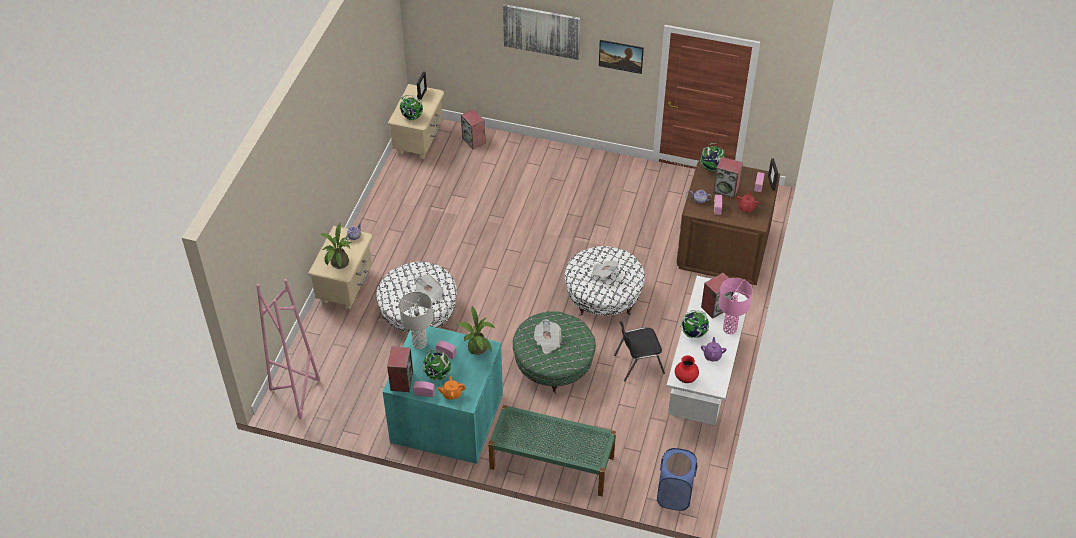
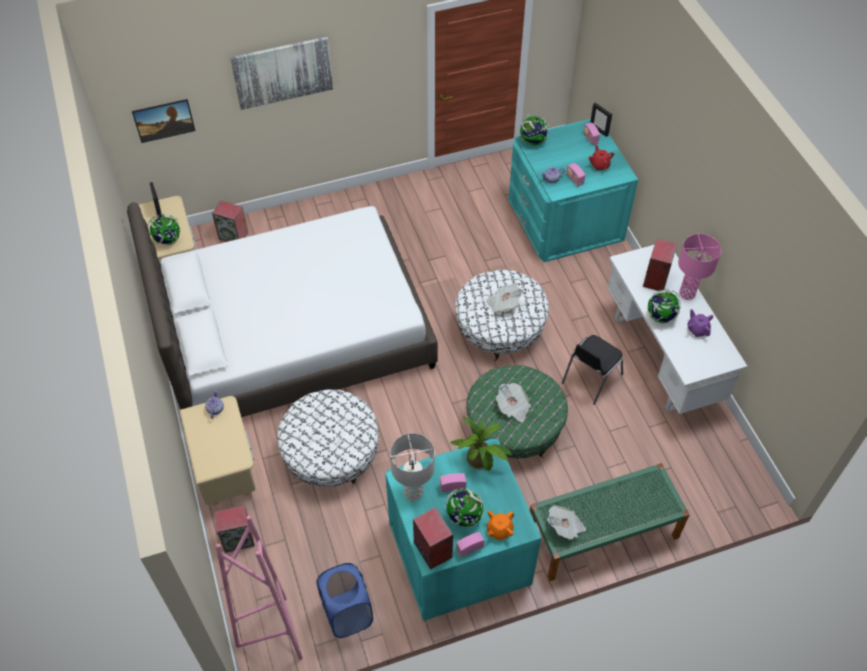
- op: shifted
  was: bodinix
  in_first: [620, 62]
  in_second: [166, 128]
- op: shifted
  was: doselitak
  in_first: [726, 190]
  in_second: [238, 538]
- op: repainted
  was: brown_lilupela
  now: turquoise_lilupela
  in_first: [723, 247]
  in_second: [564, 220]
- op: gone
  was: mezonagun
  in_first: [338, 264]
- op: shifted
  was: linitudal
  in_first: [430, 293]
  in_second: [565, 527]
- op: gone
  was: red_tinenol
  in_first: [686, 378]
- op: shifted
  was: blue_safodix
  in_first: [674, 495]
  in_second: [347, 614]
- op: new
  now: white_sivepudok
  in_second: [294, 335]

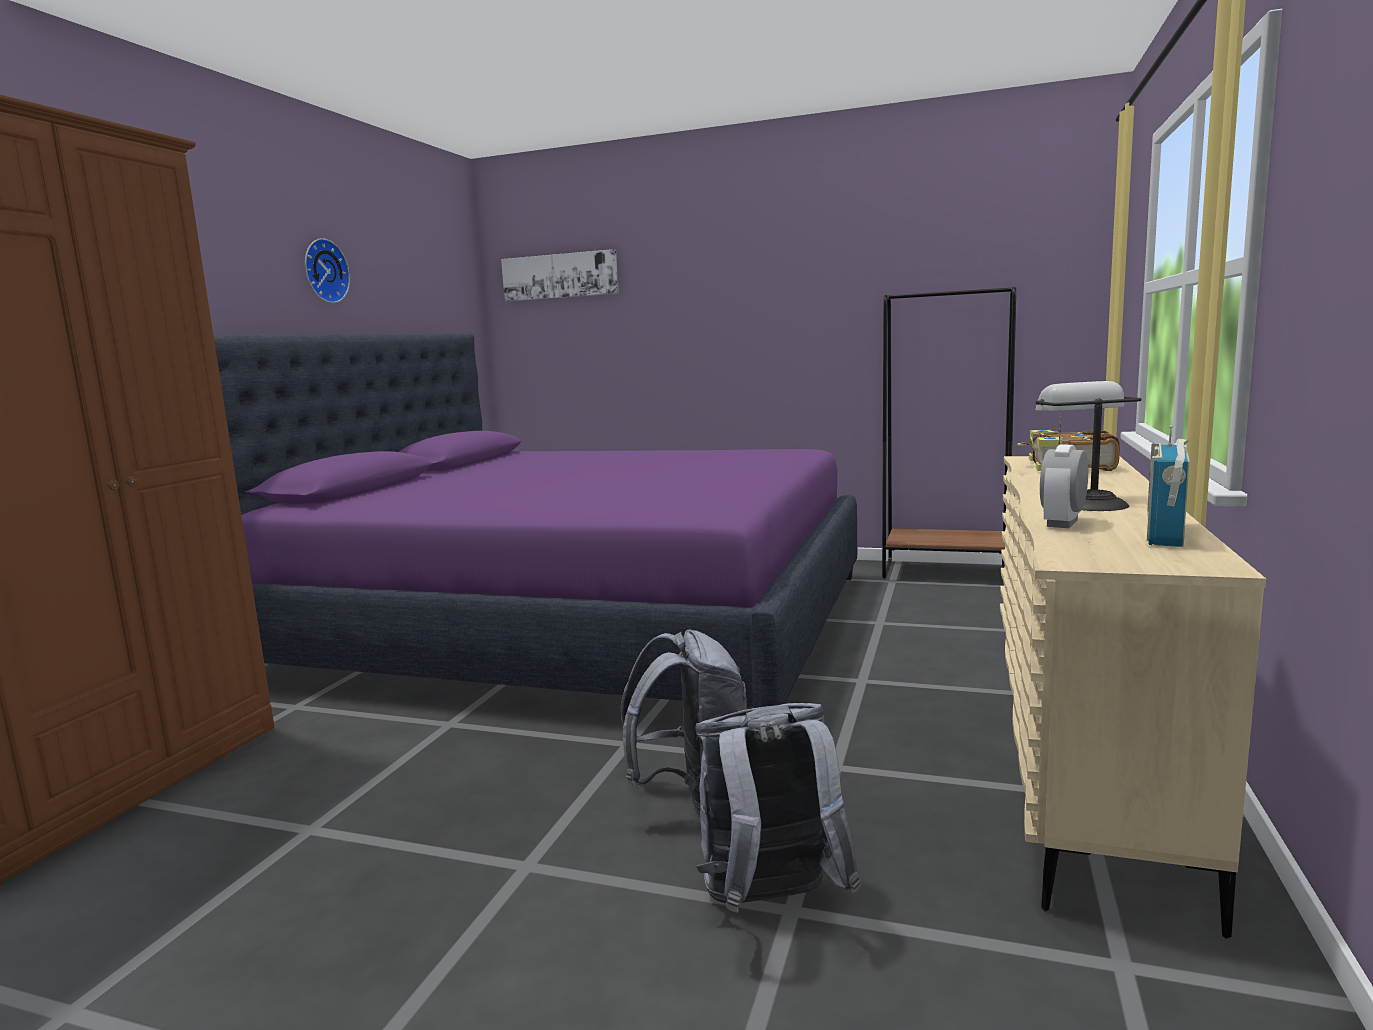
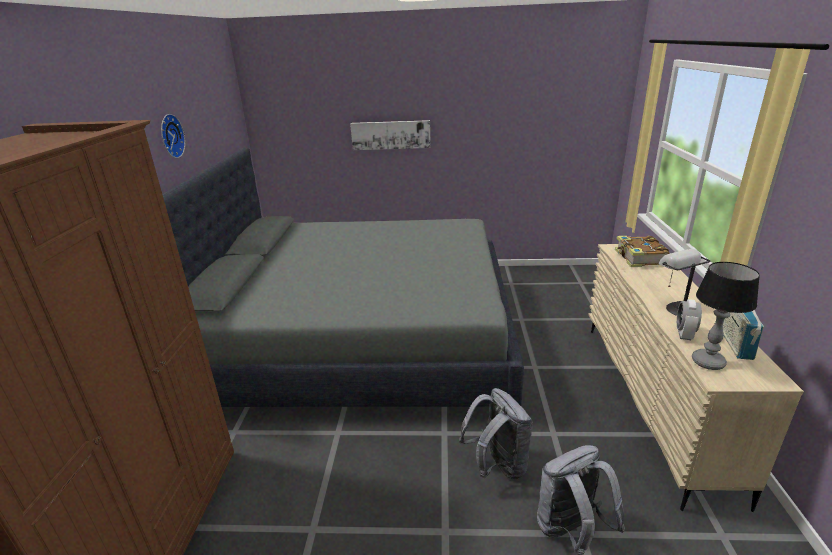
- op: shifted
  was: bodinix
  in_first: [560, 276]
  in_second: [391, 135]
- op: gone
  was: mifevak
  in_first: [945, 573]
- op: repainted
  was: purple_sivepudok
  now: grey_sivepudok
  in_first: [580, 623]
  in_second: [361, 336]
- op: new
  now: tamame
  in_second: [708, 362]

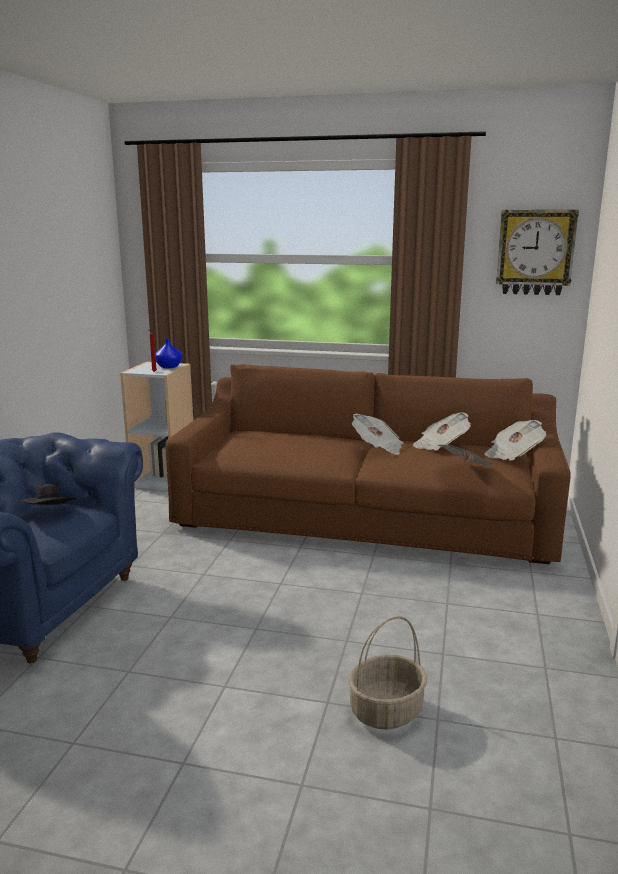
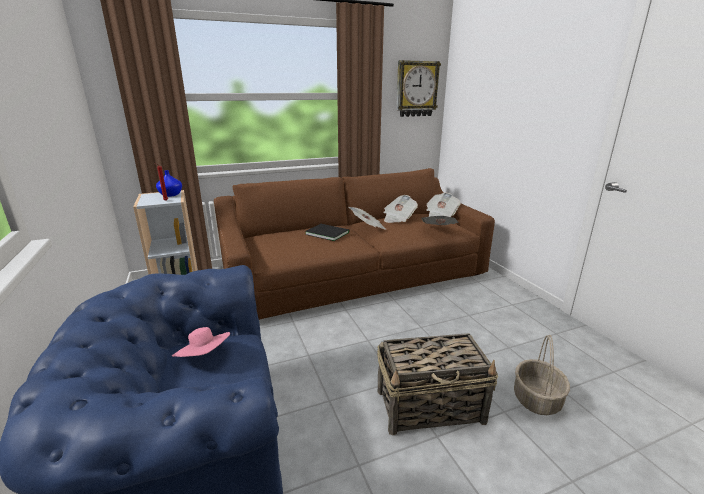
- op: repainted
  was: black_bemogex
  now: pink_bemogex
  in_first: [49, 514]
  in_second: [205, 357]
- op: new
  now: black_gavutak
  in_second: [327, 233]
- op: new
  now: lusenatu
  in_second: [431, 406]

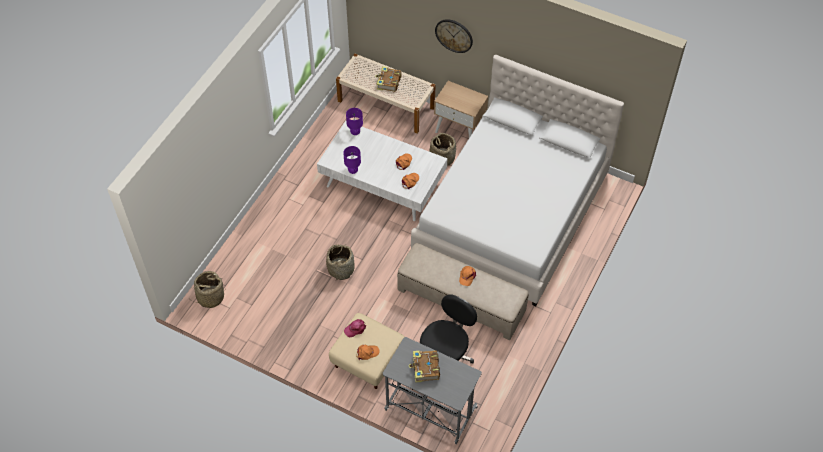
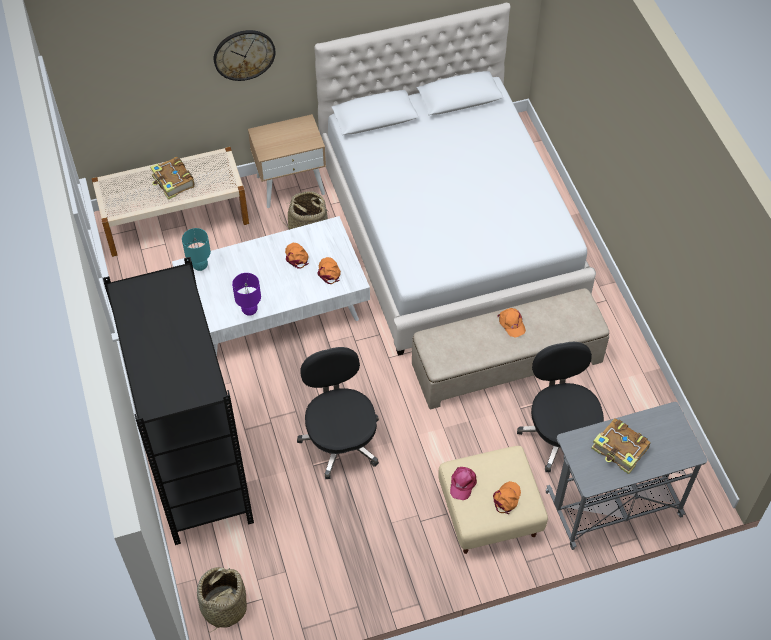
- op: repainted
  was: purple_tamame
  now: turquoise_tamame
  in_first: [355, 132]
  in_second: [199, 266]
- op: swapped
  was: lusenatu
  now: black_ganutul
  in_first: [341, 269]
  in_second: [340, 439]
- op: new
  now: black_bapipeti
  in_second: [197, 468]

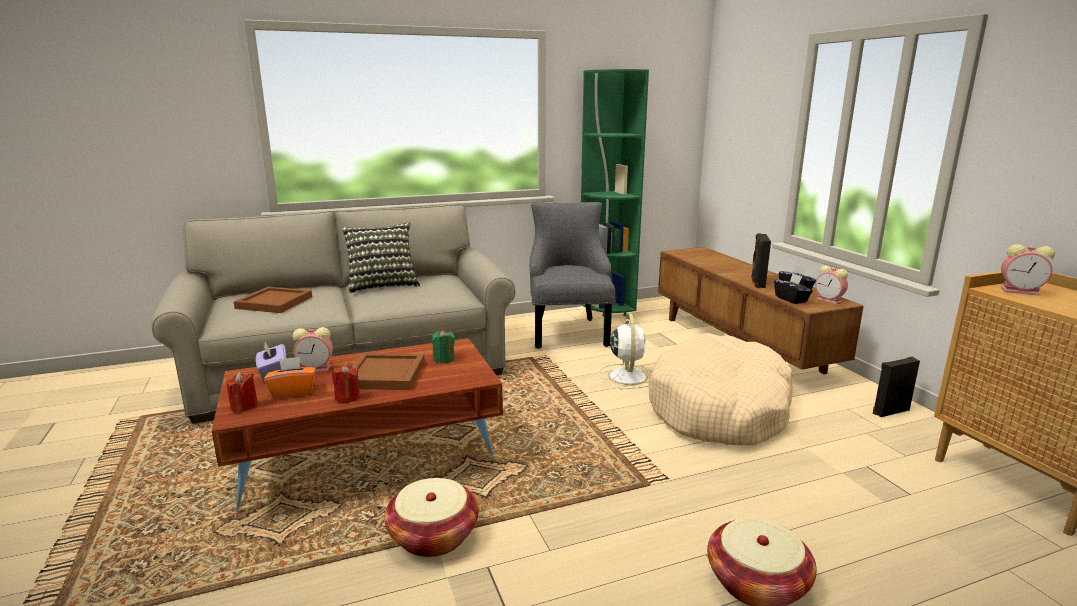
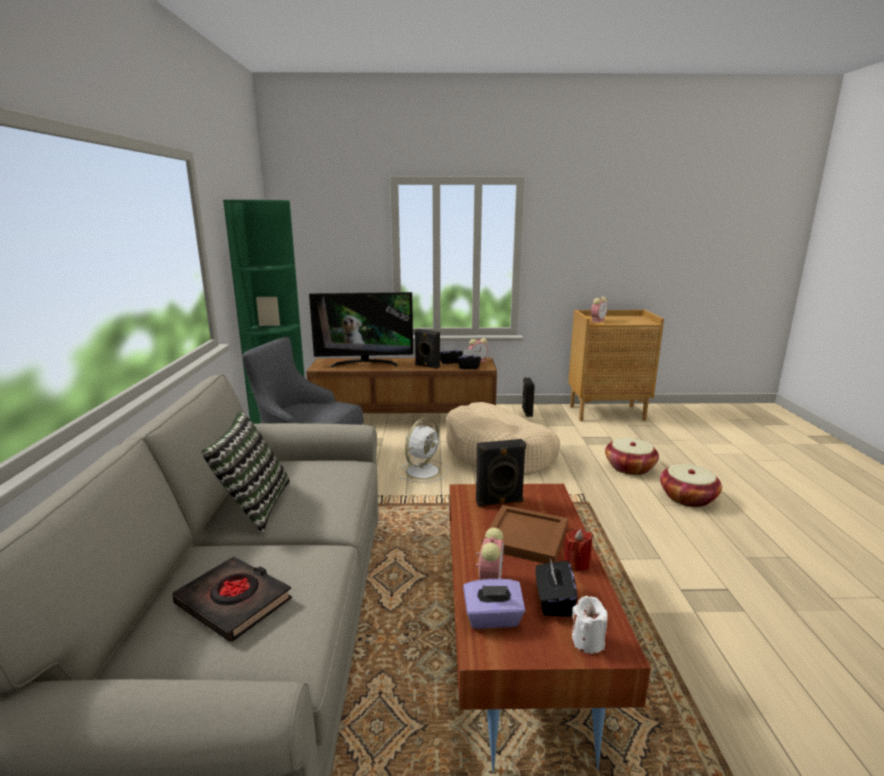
- op: swapped
  was: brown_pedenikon
  now: black_gavutak
  in_first: [275, 302]
  in_second: [234, 602]
- op: rotated
  was: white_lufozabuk
  in_first: [627, 376]
  in_second: [423, 470]
  clockwise: 105
- op: swapped
  was: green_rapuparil
  now: black_doselitak
  in_first: [443, 359]
  in_second: [499, 502]
- op: repainted
  was: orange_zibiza
  now: black_zibiza
  in_first: [293, 392]
  in_second: [553, 601]
- op: repainted
  was: red_rapuparil
  now: white_rapuparil
  in_first: [244, 406]
  in_second: [587, 641]
- op: shifted
  was: lusenatu
  in_first: [433, 536]
  in_second: [629, 467]
- op: new
  now: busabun
  in_second: [364, 363]

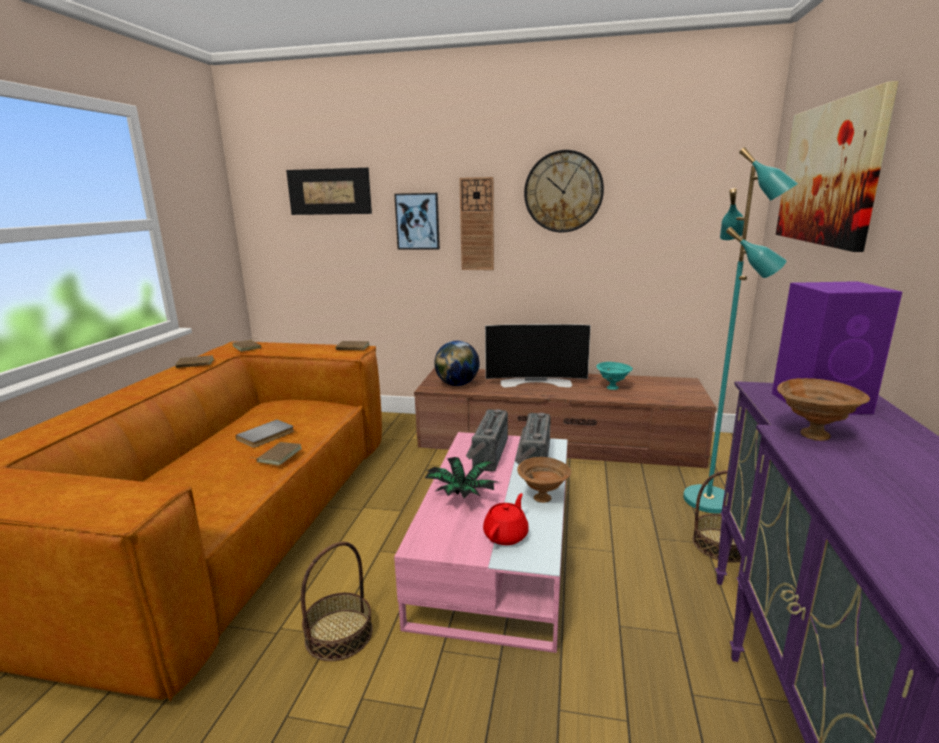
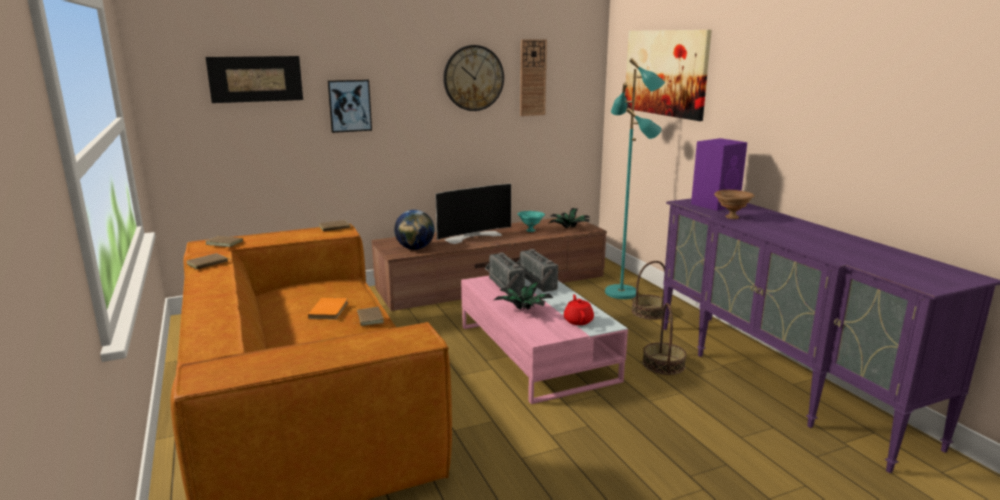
- op: shifted
  was: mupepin
  in_first: [477, 224]
  in_second: [532, 78]
- op: repainted
  was: grey_gavutak
  now: orange_gavutak
  in_first: [267, 436]
  in_second: [330, 310]
- op: gone
  was: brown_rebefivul
  in_first: [543, 498]
- op: shifted
  was: lusenatu
  in_first: [339, 634]
  in_second: [663, 364]
- op: new
  now: mezonagun
  in_second: [570, 229]

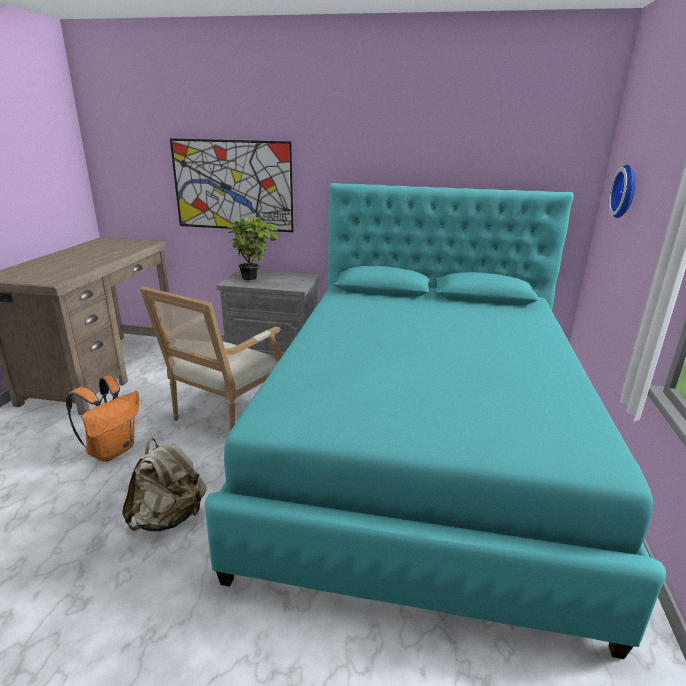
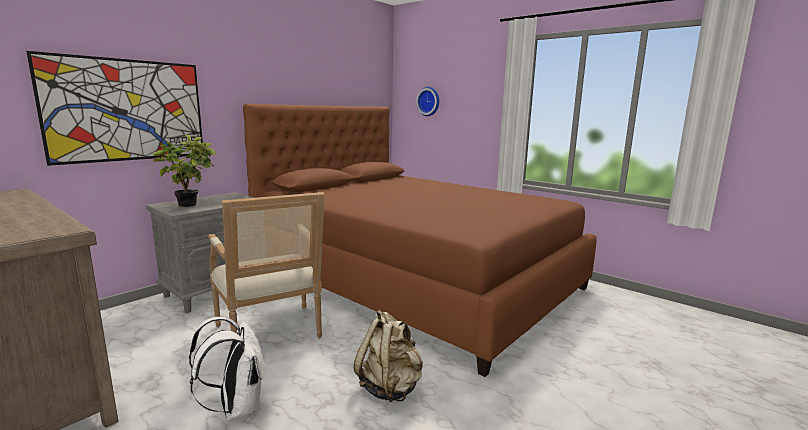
- op: repainted
  was: turquoise_sivepudok
  now: brown_sivepudok
  in_first: [423, 449]
  in_second: [414, 278]
- op: repainted
  was: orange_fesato
  now: white_fesato
  in_first: [112, 450]
  in_second: [236, 407]

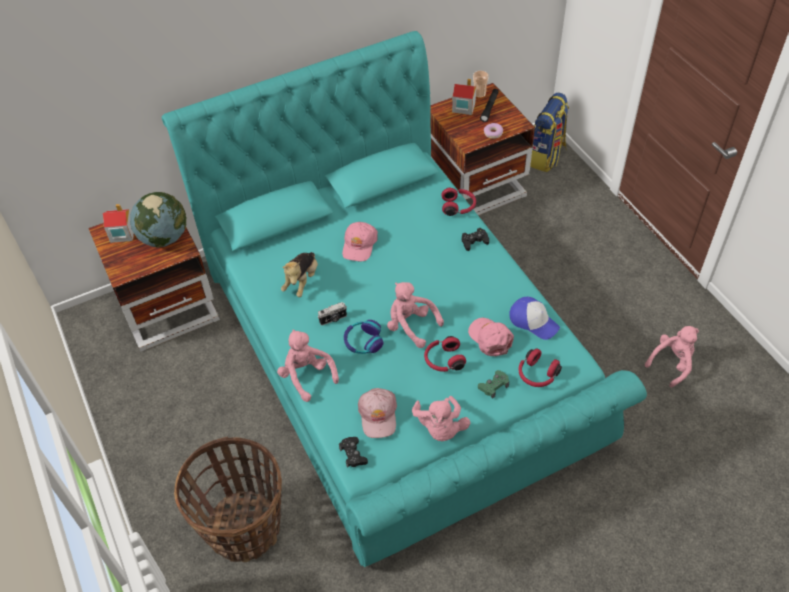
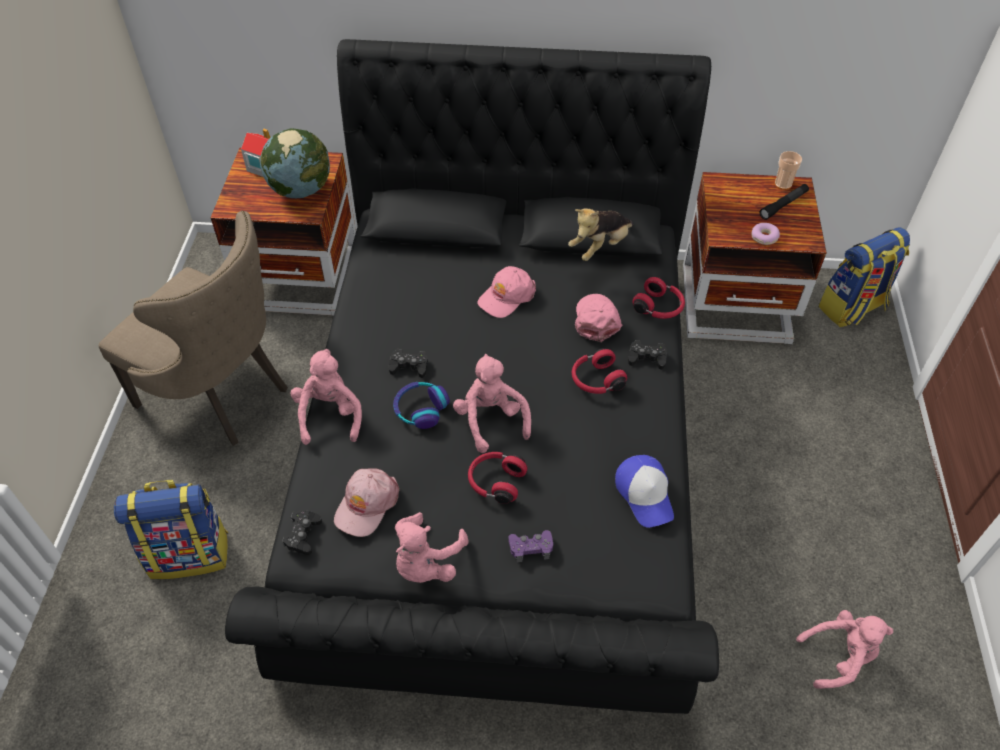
- op: repainted
  was: turquoise_sivepudok
  now: black_sivepudok
  in_first: [396, 349]
  in_second: [499, 445]
- op: gone
  was: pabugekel
  in_first: [463, 107]
- op: shifted
  was: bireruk
  in_first: [302, 281]
  in_second: [600, 247]
- op: swapped
  was: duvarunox
  now: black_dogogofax
  in_first: [333, 319]
  in_second: [409, 366]
- op: shifted
  was: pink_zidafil
  in_first: [490, 338]
  in_second: [596, 320]
- op: shifted
  was: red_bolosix
  in_first: [537, 375]
  in_second: [596, 380]
- op: repainted
  was: green_dogogofax
  now: purple_dogogofax
  in_first: [493, 386]
  in_second: [531, 548]
- op: swapped
  was: lusenatu
  now: fesato
  in_first: [244, 527]
  in_second: [190, 553]
- op: new
  now: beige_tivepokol
  in_second: [220, 394]

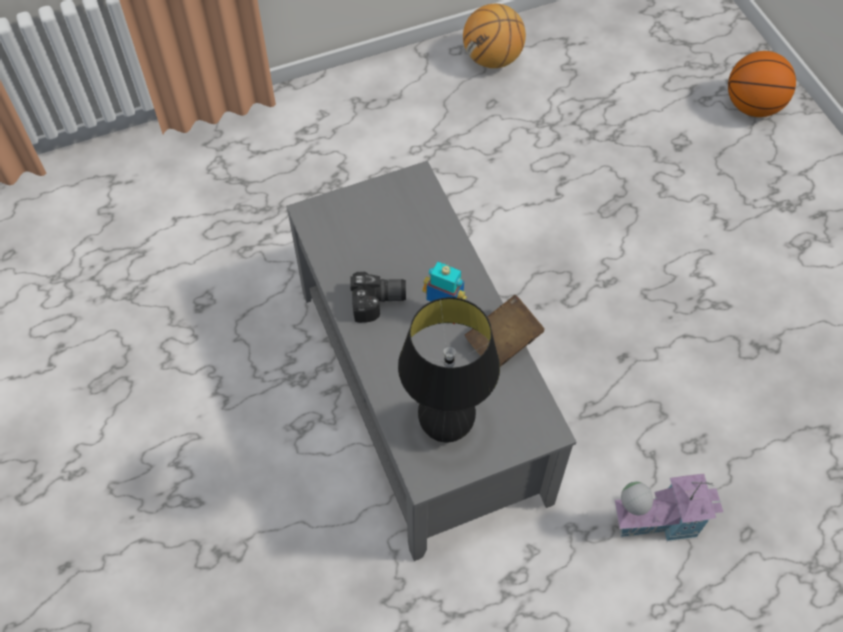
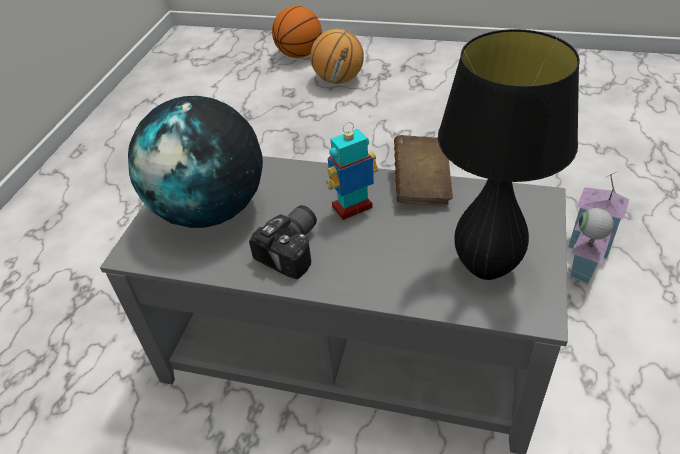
- op: shifted
  was: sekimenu
  in_first: [492, 59]
  in_second: [339, 80]
- op: new
  now: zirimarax
  in_second: [211, 210]

